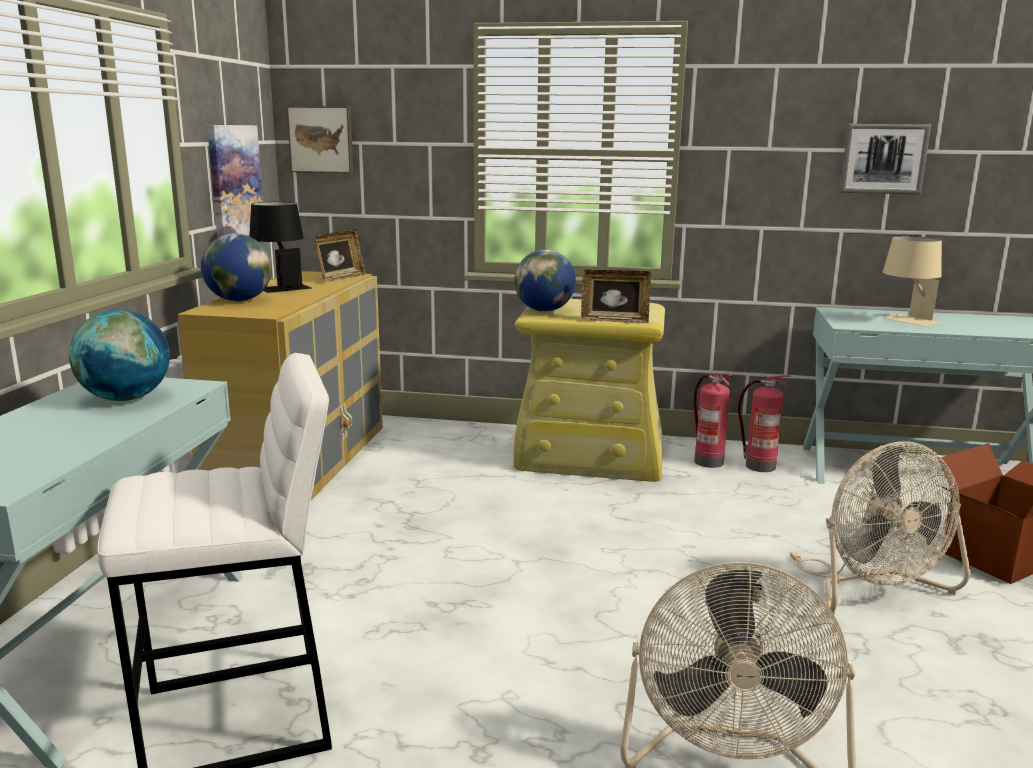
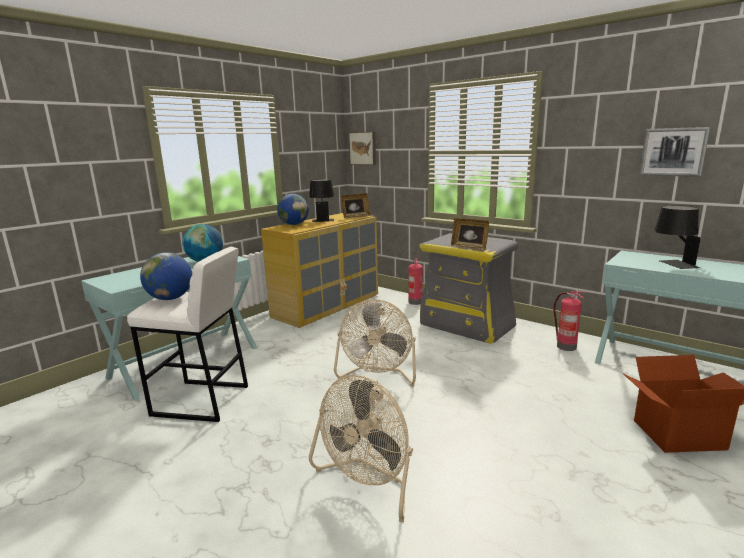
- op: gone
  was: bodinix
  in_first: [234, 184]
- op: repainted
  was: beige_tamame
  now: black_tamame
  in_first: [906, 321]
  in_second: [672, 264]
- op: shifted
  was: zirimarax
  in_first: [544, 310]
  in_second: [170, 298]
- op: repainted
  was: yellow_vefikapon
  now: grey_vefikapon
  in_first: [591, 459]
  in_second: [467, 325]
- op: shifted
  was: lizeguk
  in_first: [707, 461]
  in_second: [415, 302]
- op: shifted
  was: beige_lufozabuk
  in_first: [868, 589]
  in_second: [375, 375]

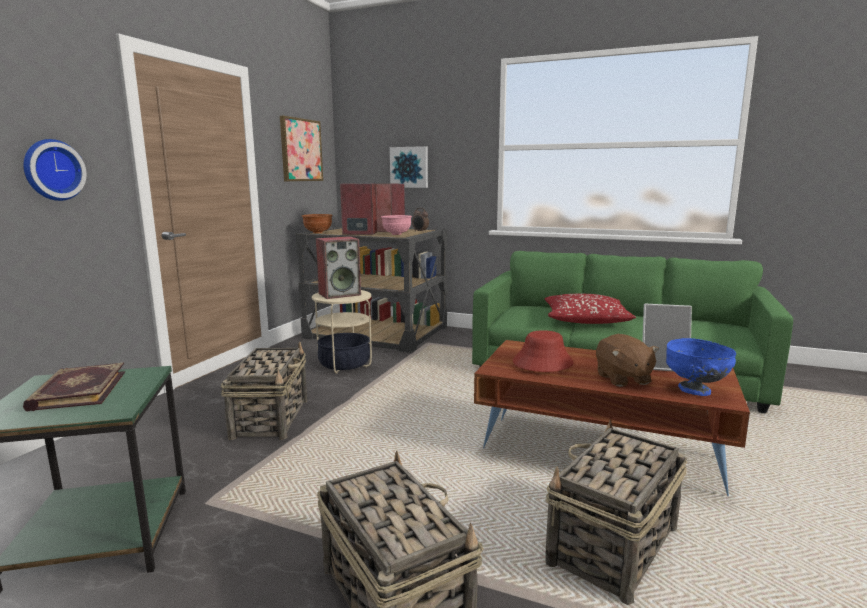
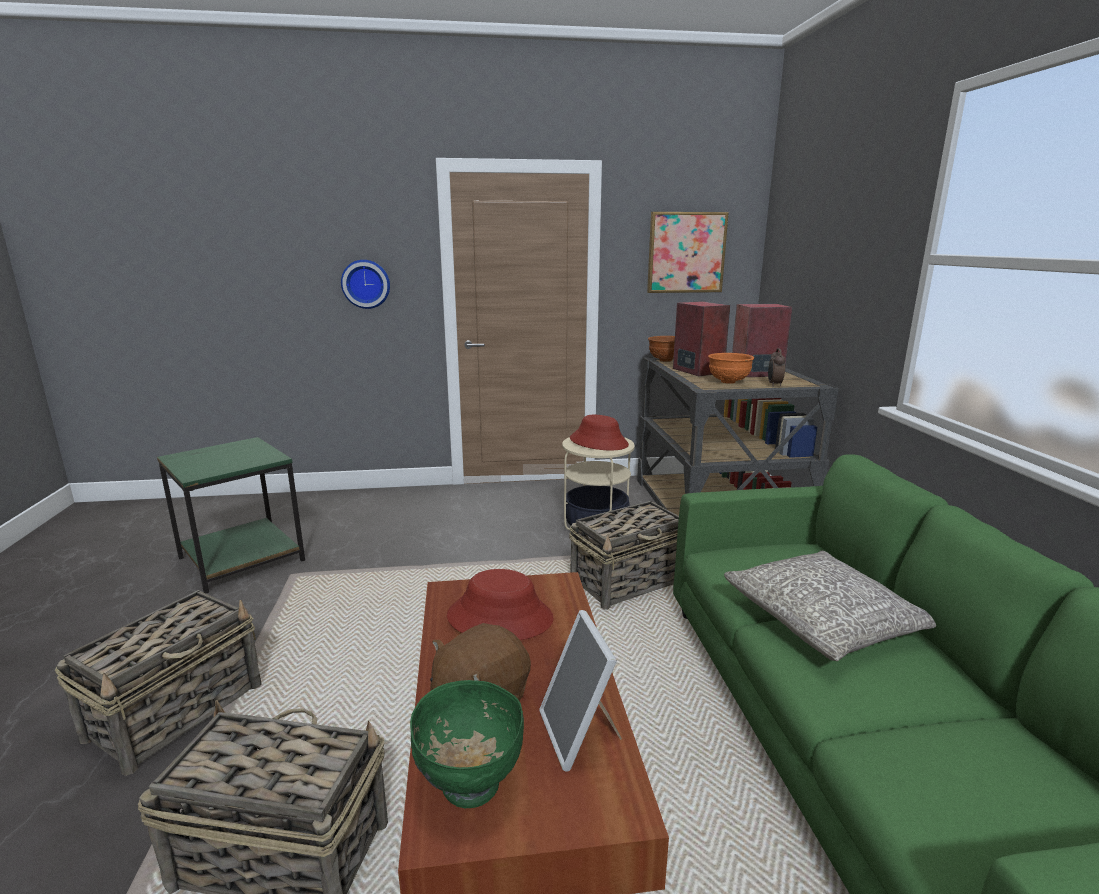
- op: gone
  was: bodinix
  in_first: [409, 167]
- op: repainted
  was: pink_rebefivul
  now: orange_rebefivul
  in_first: [396, 234]
  in_second: [728, 382]
- op: swapped
  was: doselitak
  now: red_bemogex
  in_first: [340, 294]
  in_second: [599, 442]
- op: repainted
  was: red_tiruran
  now: grey_tiruran
  in_first: [585, 320]
  in_second: [824, 620]
- op: repainted
  was: blue_rebefivul
  now: green_rebefivul
  in_first: [695, 391]
  in_second: [469, 786]
- op: shifted
  was: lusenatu
  in_first: [271, 418]
  in_second: [629, 582]
- op: gone
  was: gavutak
  in_first: [77, 390]

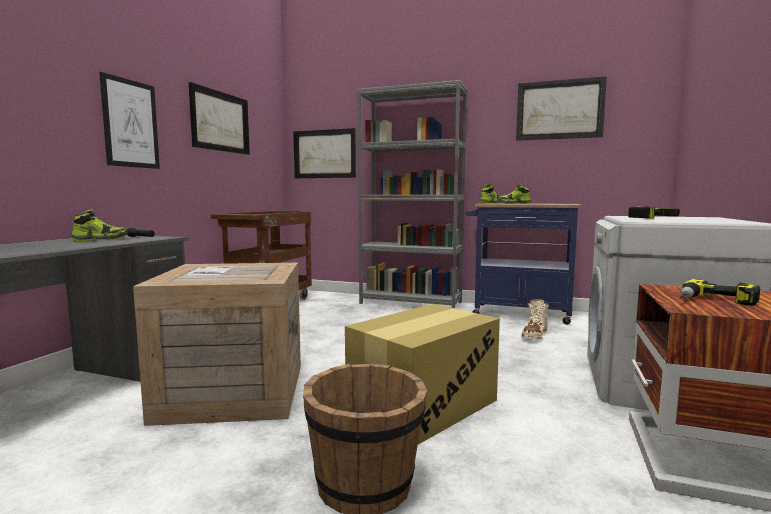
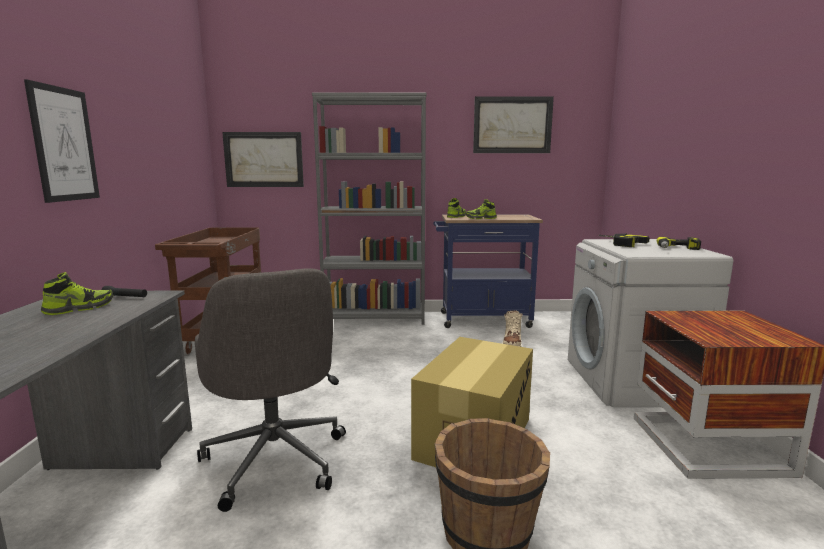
- op: gone
  was: bodinix
  in_first: [220, 122]
- op: swapped
  was: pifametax
  now: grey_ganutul
  in_first: [231, 393]
  in_second: [276, 461]
- op: shifted
  was: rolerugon
  in_first: [715, 301]
  in_second: [678, 249]

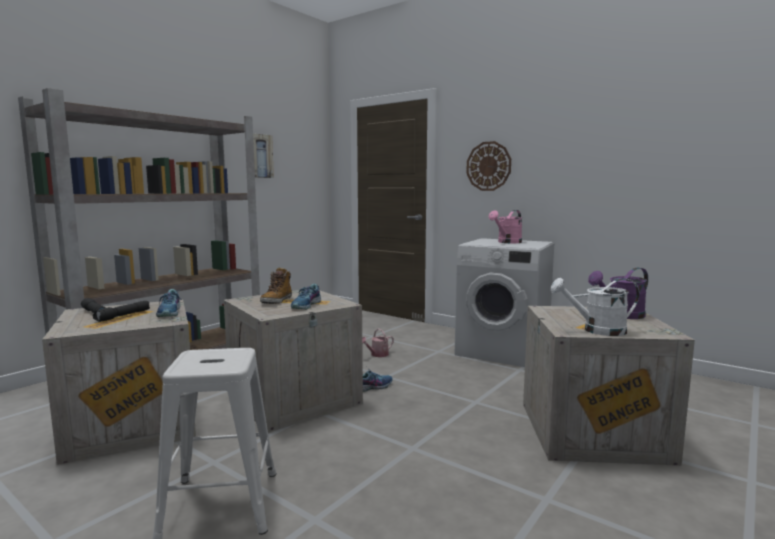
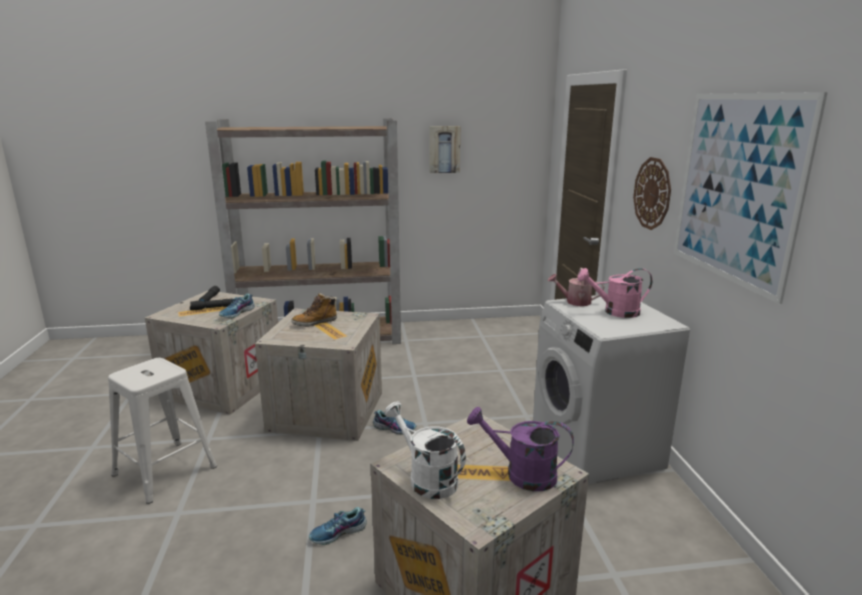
- op: shifted
  was: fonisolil
  in_first: [306, 305]
  in_second: [338, 533]
- op: shifted
  was: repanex
  in_first: [377, 355]
  in_second: [574, 302]
- op: new
  now: bodinix
  in_second: [736, 188]

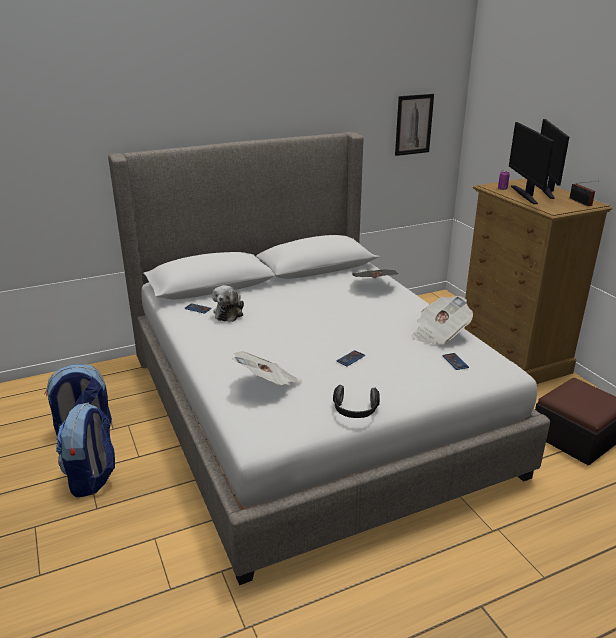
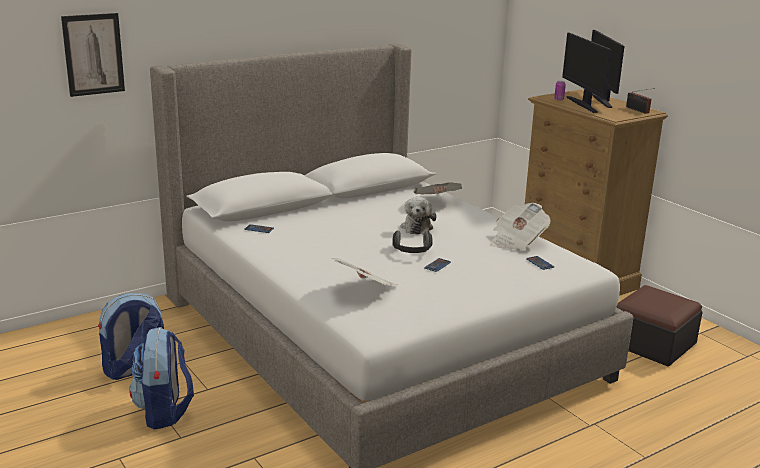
- op: shifted
  was: bodinix
  in_first: [413, 124]
  in_second: [93, 54]
- op: shifted
  was: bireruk
  in_first: [229, 313]
  in_second: [417, 227]
- op: shifted
  was: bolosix
  in_first: [355, 412]
  in_second: [412, 252]

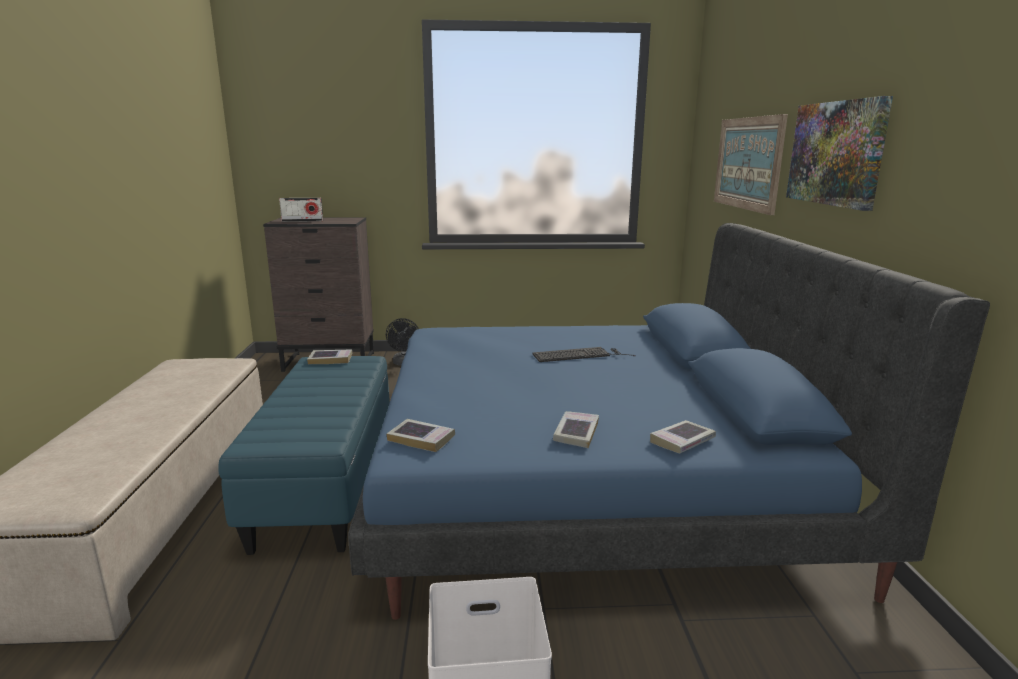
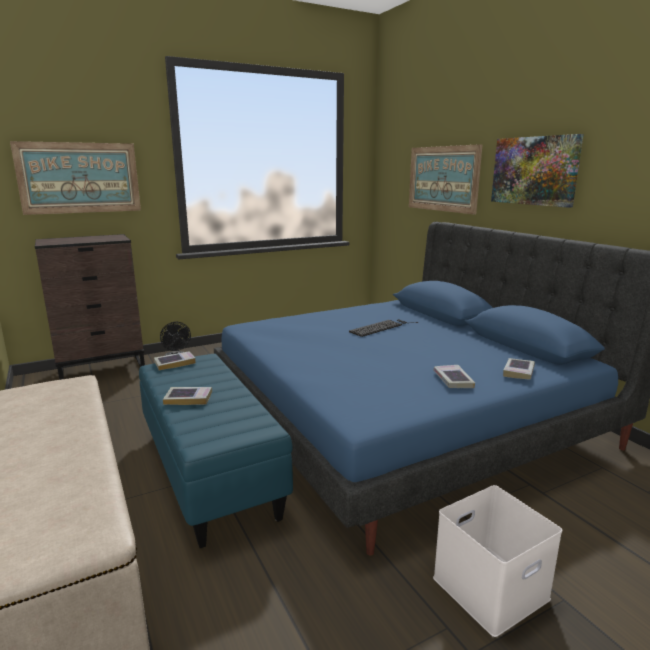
- op: gone
  was: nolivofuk
  in_first: [302, 221]
- op: shifted
  was: gavutak
  in_first: [421, 439]
  in_second: [188, 399]
- op: new
  now: bodinix
  in_second: [79, 178]

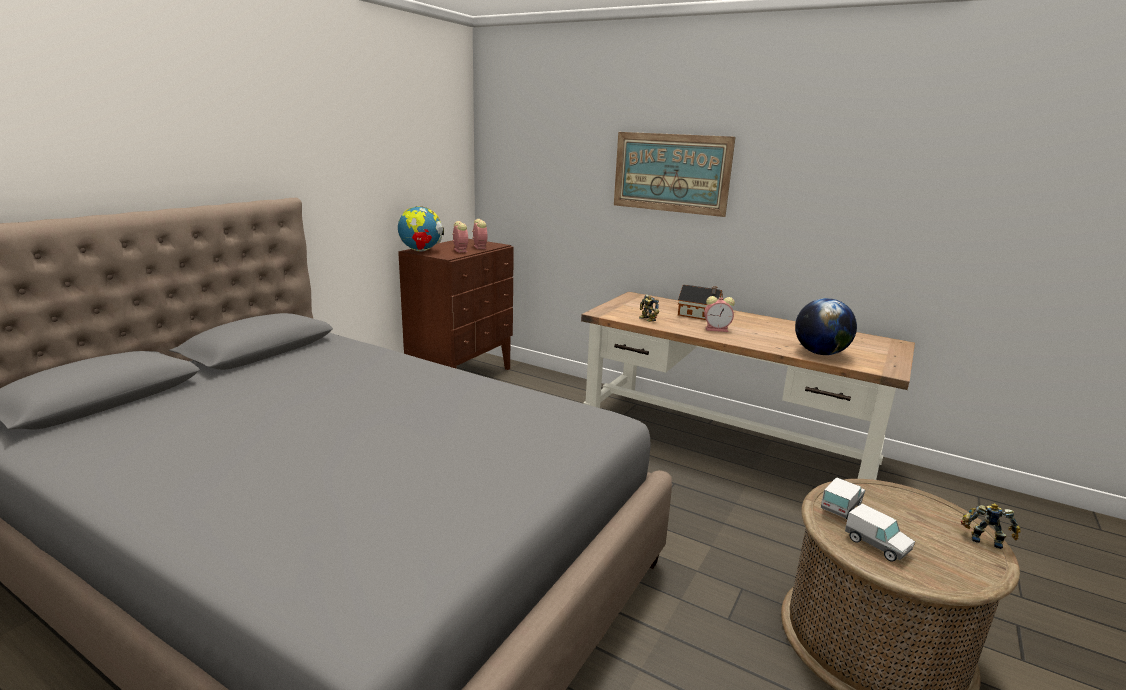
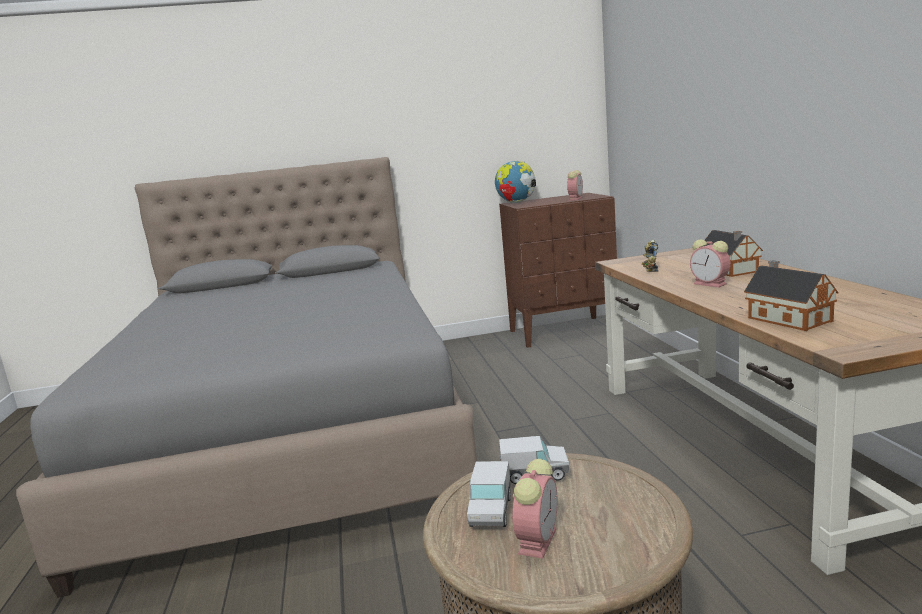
- op: gone
  was: bodinix
  in_first: [671, 173]
- op: shifted
  was: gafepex
  in_first: [460, 250]
  in_second: [537, 539]
- op: swapped
  was: zirimarax
  now: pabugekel
  in_first: [820, 353]
  in_second: [787, 319]
- op: gone
  was: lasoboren
  in_first: [985, 539]

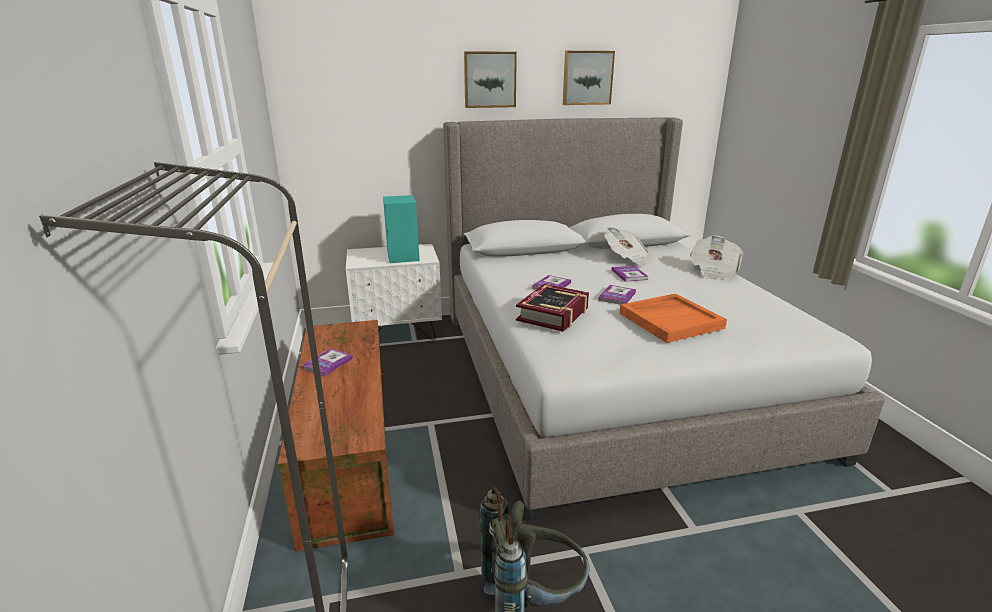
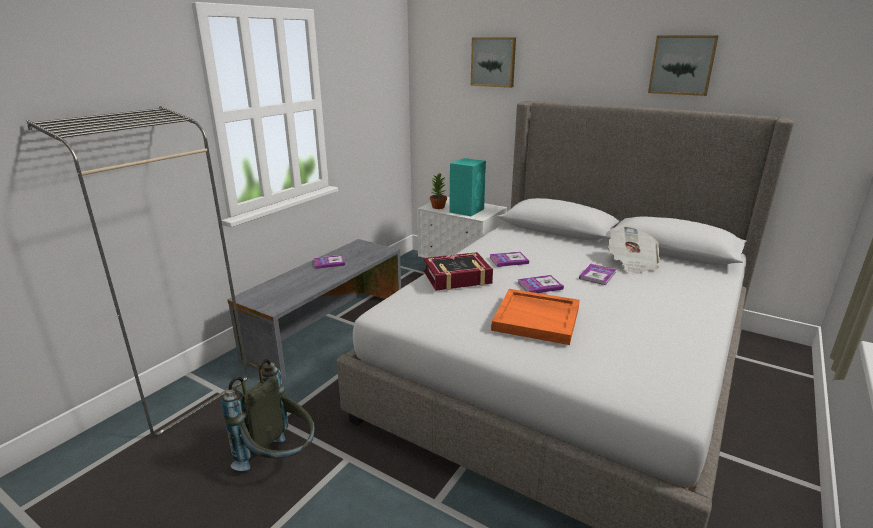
- op: shifted
  was: bodinix
  in_first: [489, 80]
  in_second: [493, 62]
- op: gone
  was: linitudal
  in_first: [713, 271]
- op: repainted
  was: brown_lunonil
  now: grey_lunonil
  in_first: [346, 450]
  in_second: [328, 327]
- op: new
  now: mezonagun
  in_second: [438, 207]

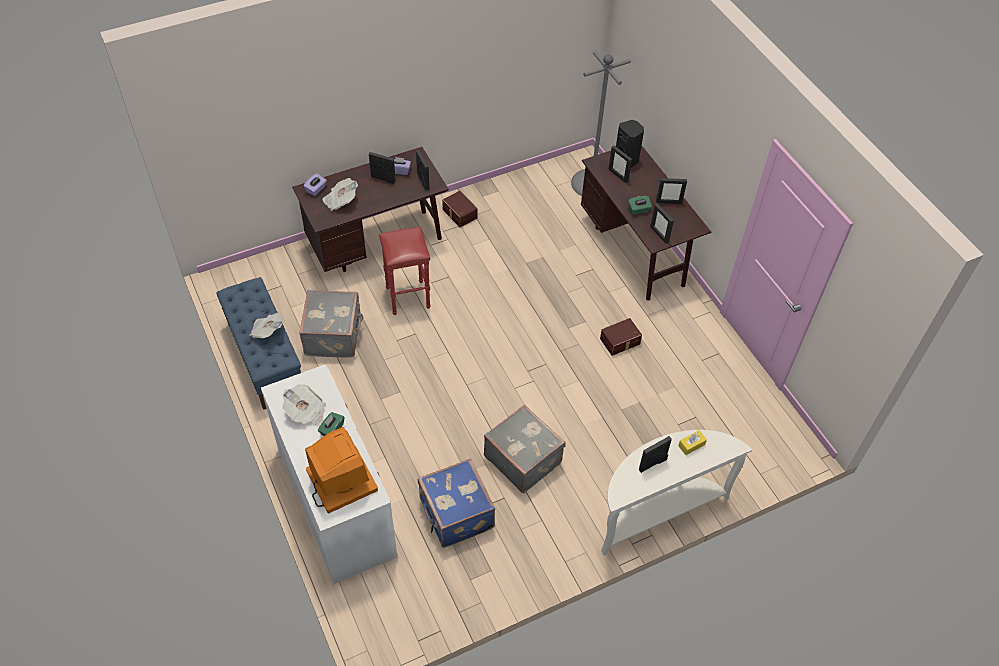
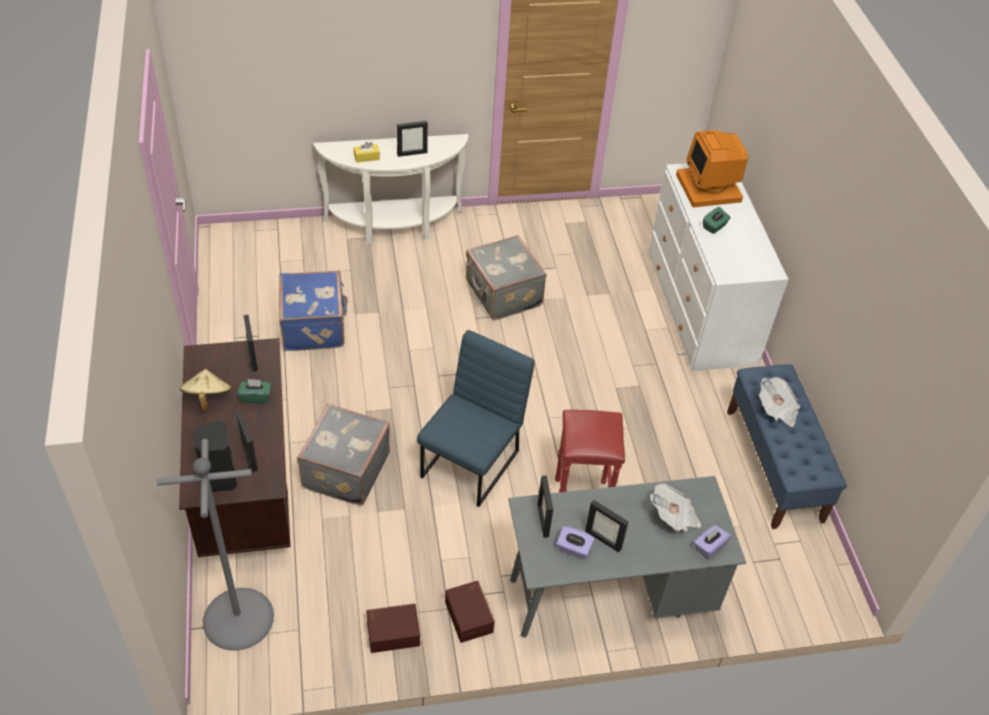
- op: repainted
  was: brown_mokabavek
  now: grey_mokabavek
  in_first: [376, 243]
  in_second: [608, 596]
- op: swapped
  was: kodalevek
  now: beige_bemogex
  in_first: [668, 201]
  in_second: [207, 398]
- op: shifted
  was: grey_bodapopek
  in_first: [334, 335]
  in_second: [344, 470]
- op: shifted
  was: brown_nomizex
  in_first: [620, 342]
  in_second: [393, 632]
- op: gone
  was: linitudal
  in_first: [306, 412]
- op: shifted
  was: blue_bodapopek
  in_first: [455, 514]
  in_second: [315, 326]
- op: new
  now: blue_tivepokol
  in_second: [472, 461]

